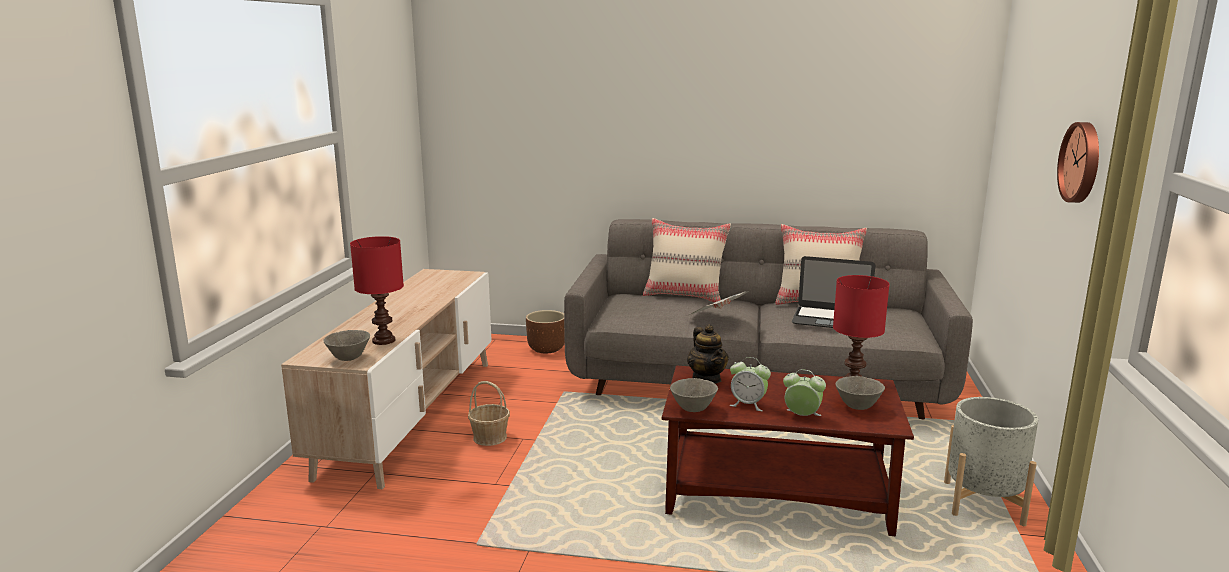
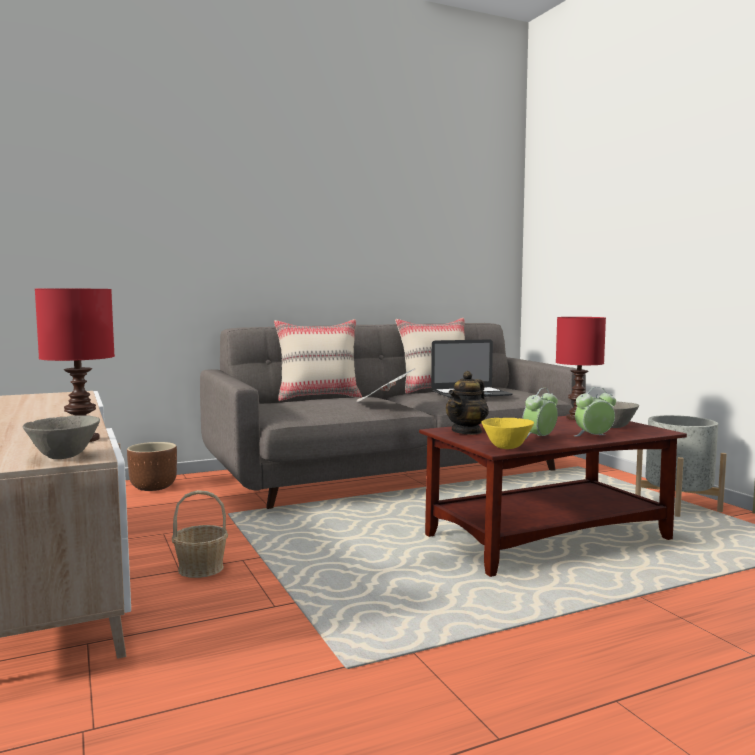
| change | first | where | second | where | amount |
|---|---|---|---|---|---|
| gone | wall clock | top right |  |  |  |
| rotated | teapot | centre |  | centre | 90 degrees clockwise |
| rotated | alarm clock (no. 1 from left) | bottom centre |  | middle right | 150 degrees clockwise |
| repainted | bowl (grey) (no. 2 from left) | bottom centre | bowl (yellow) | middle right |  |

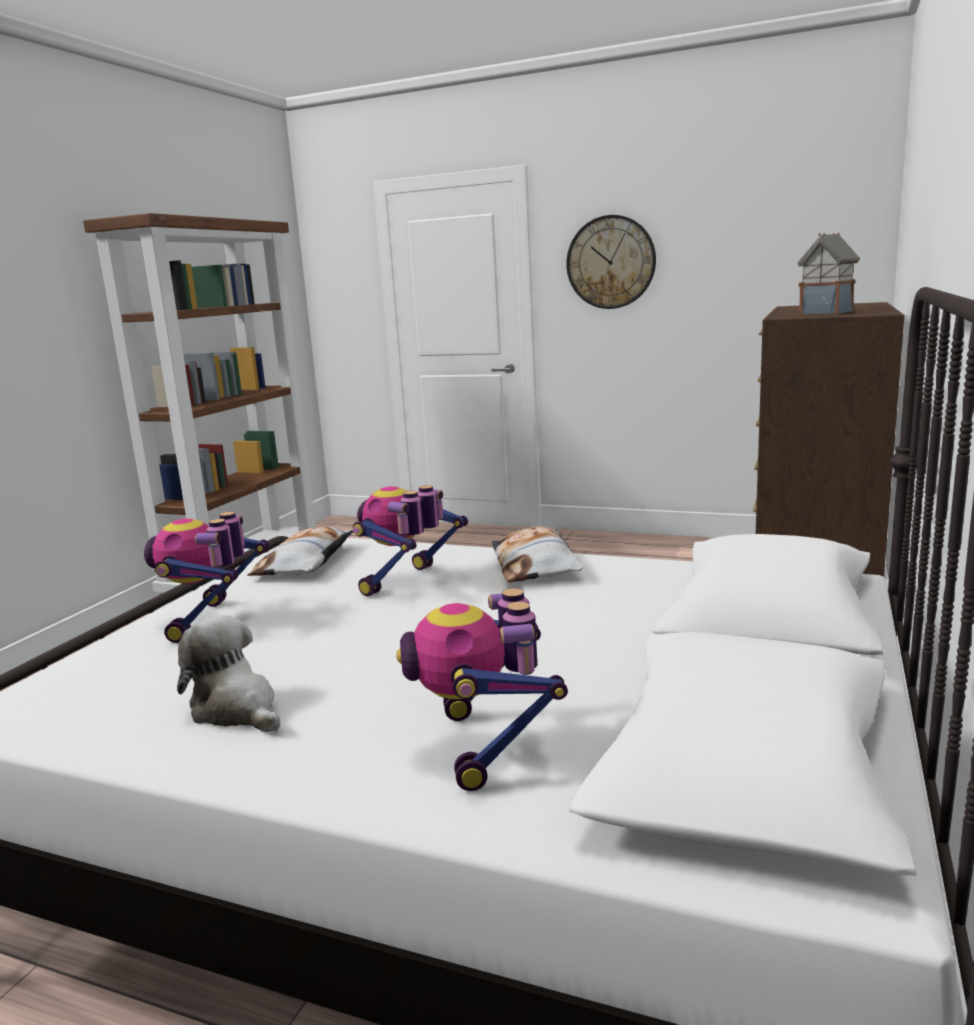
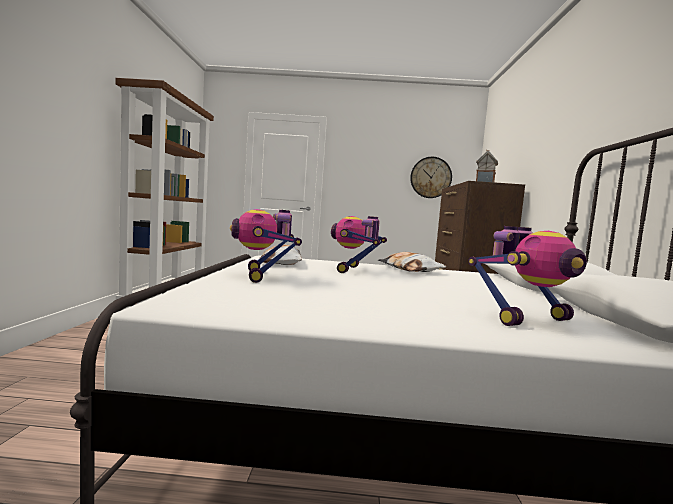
| change | first | where | second | where | amount |
|---|---|---|---|---|---|
| shifted | wall clock | top centre |  | centre |  |
| rotated | toy robot (no. 3 from left) | bottom centre |  | middle right | 90 degrees counterclockwise |
| gone | plush toy | middle left |  |  |  |

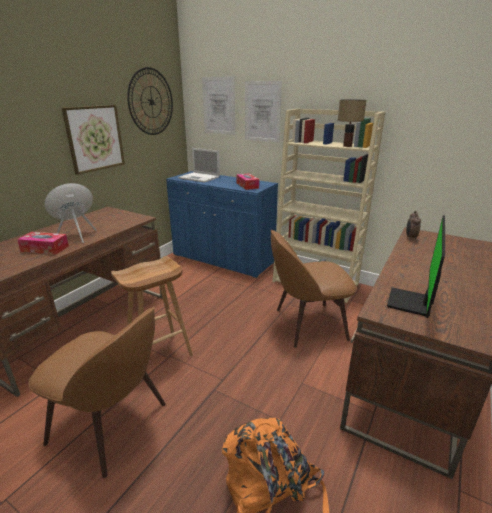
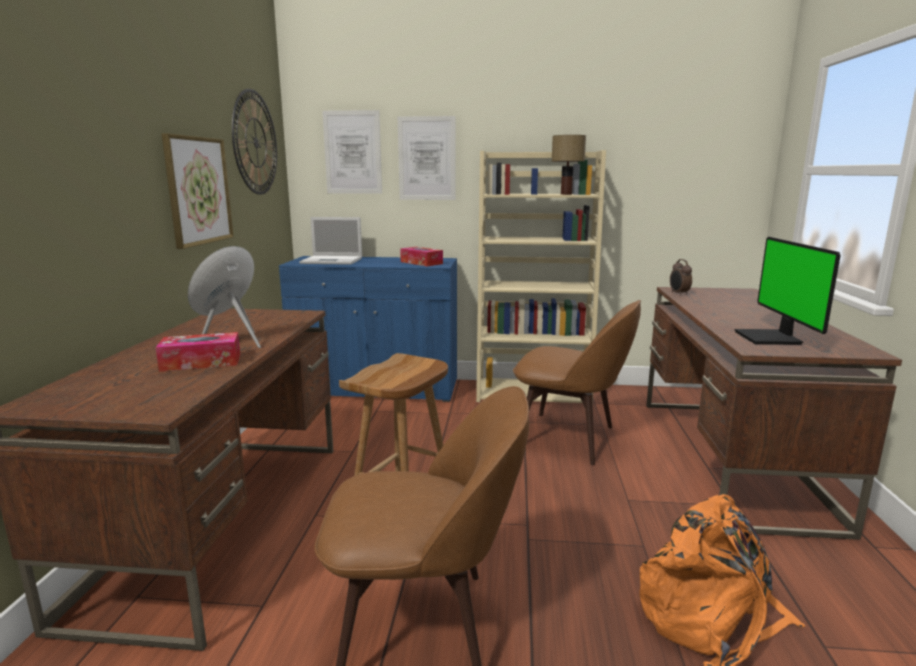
| change | first | where | second | where | amount |
|---|---|---|---|---|---|
| rotated | chair (brown) (no. 2 from left) | centre |  | centre | 120 degrees counterclockwise |

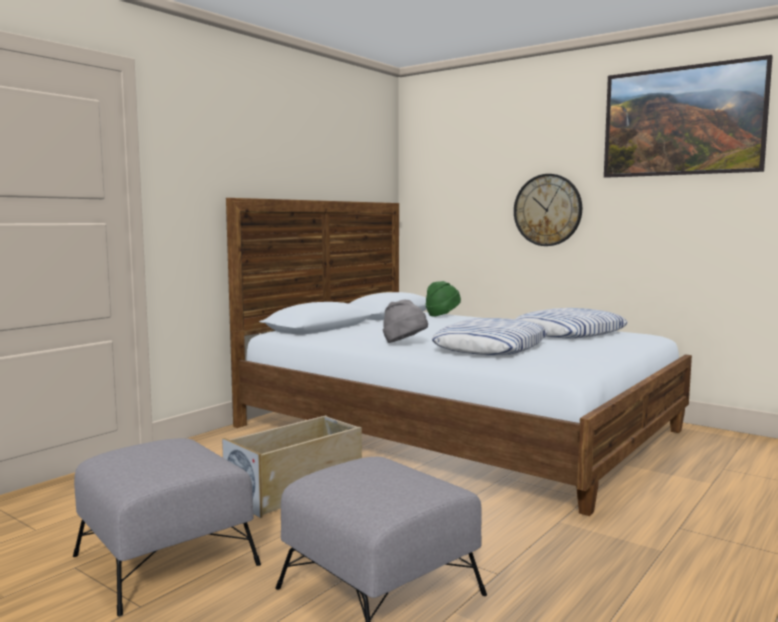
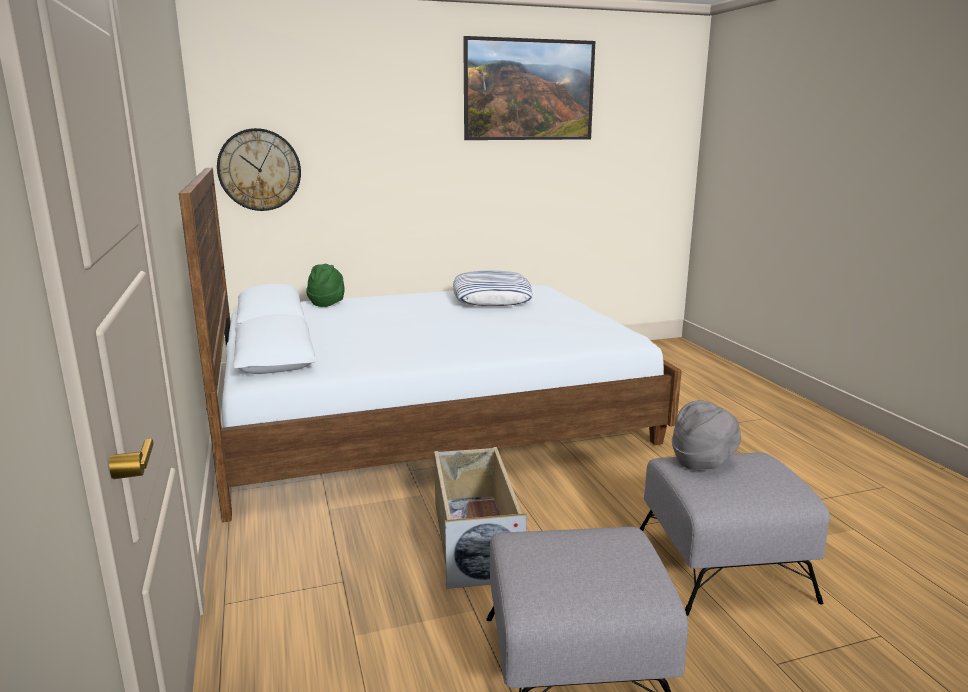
| change | first | where | second | where | amount |
|---|---|---|---|---|---|
| shifted | wall clock | middle right |  | top left |  |
| shifted | hat (grey) | centre |  | middle right |  |
| gone | pillow (no. 1 from left) | centre |  |  |  |

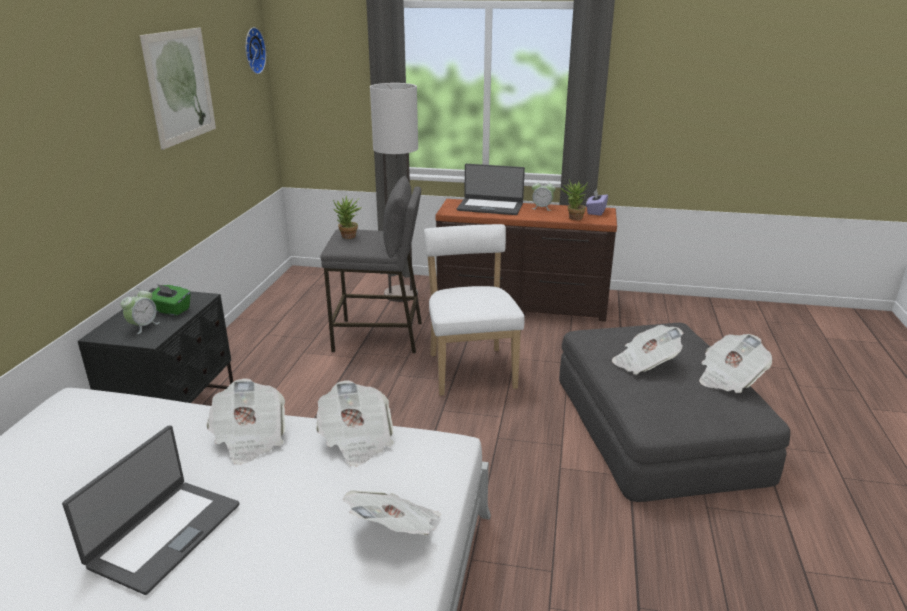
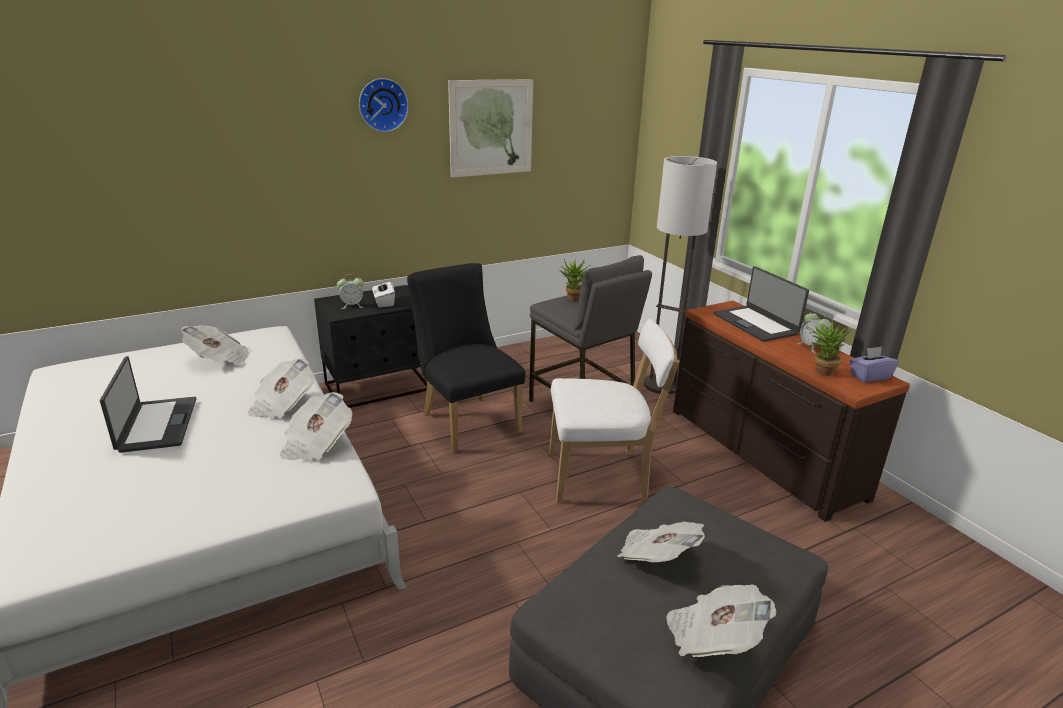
| change | first | where | second | where | amount |
|---|---|---|---|---|---|
| shifted | wall clock | top left |  | top centre |  |
| rotated | chair (white) | centre |  | centre | 45 degrees clockwise |
| repainted | tissue box (green) | middle left | tissue box (white) | centre |  |
| rotated | laptop (no. 1 from left) | bottom left |  | middle left | 90 degrees counterclockwise |
| shifted | newspaper (no. 3 from left in the first image) | bottom centre | newspaper (no. 1 from left) | middle left |  |
| new |  |  | chair (black) | centre |  |

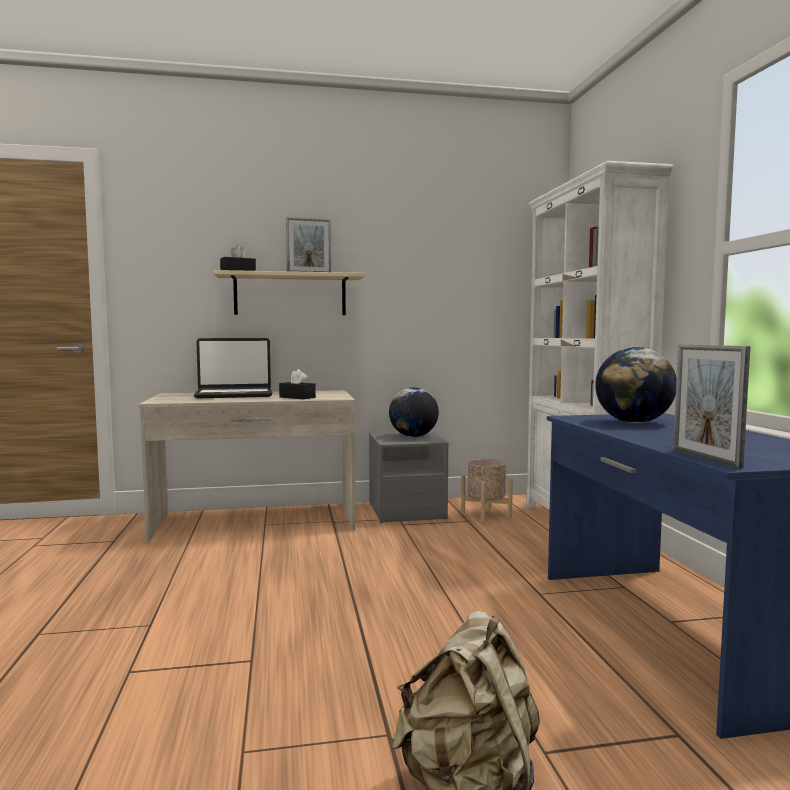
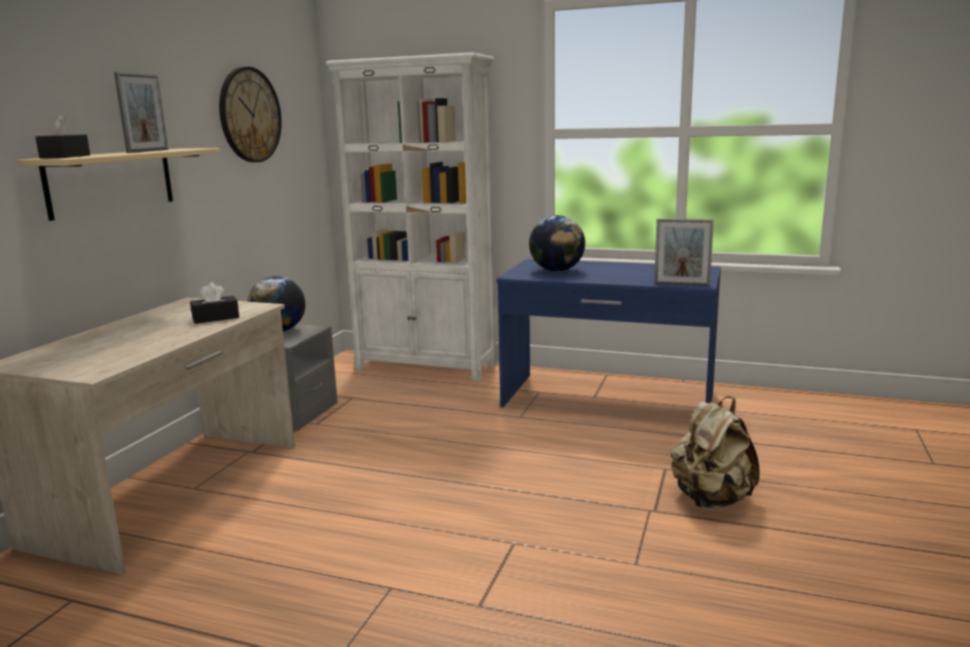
| change | first | where | second | where | amount |
|---|---|---|---|---|---|
| gone | laptop | middle left |  |  |  |
| gone | planter (beige) | centre |  |  |  |
| new |  |  | wall clock | top left |  |

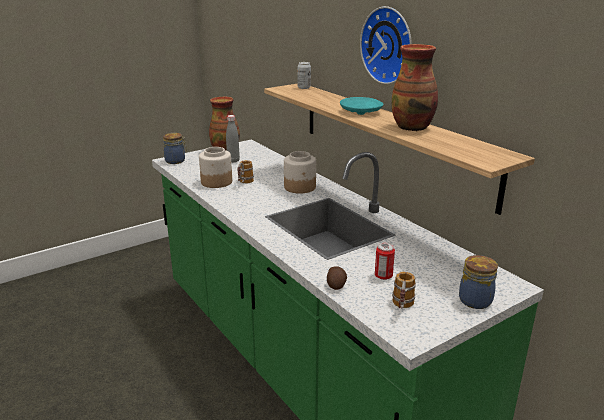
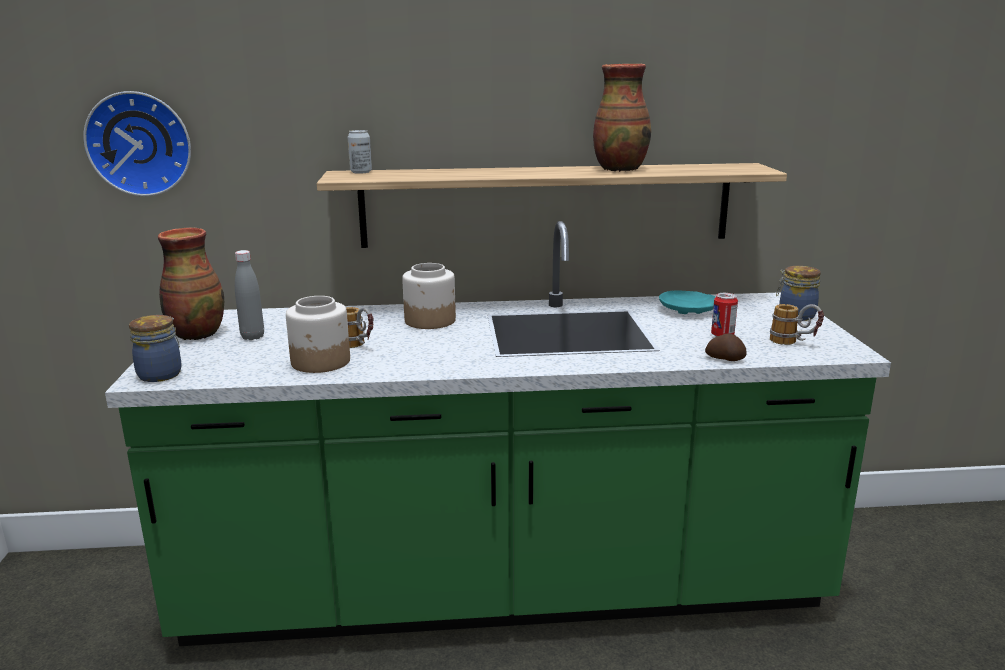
| change | first | where | second | where | amount |
|---|---|---|---|---|---|
| shifted | wall clock | top centre |  | top left |  |
| shifted | plate (turquoise) | top centre |  | middle right |  |

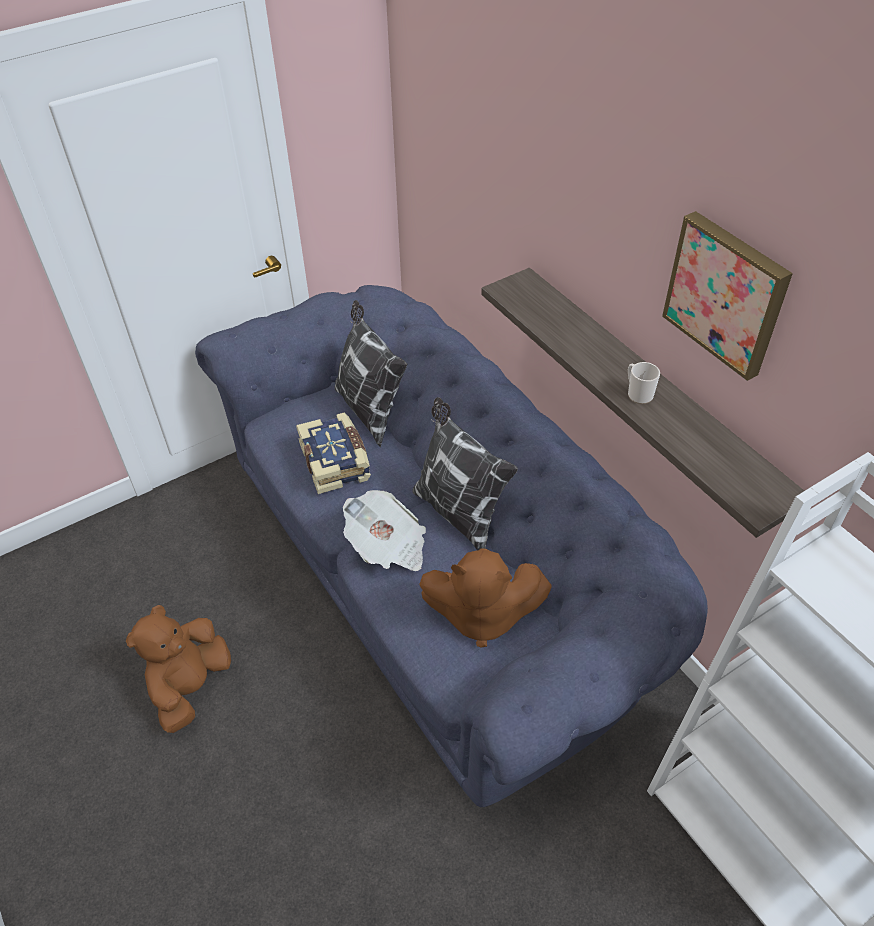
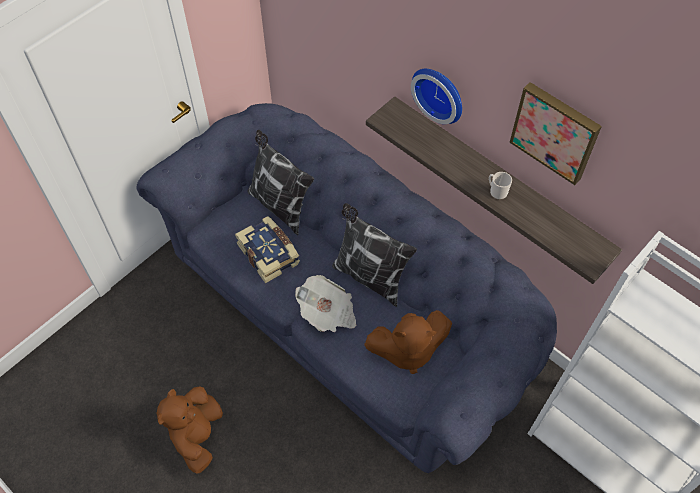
| change | first | where | second | where | amount |
|---|---|---|---|---|---|
| new |  |  | wall clock | top centre |  |

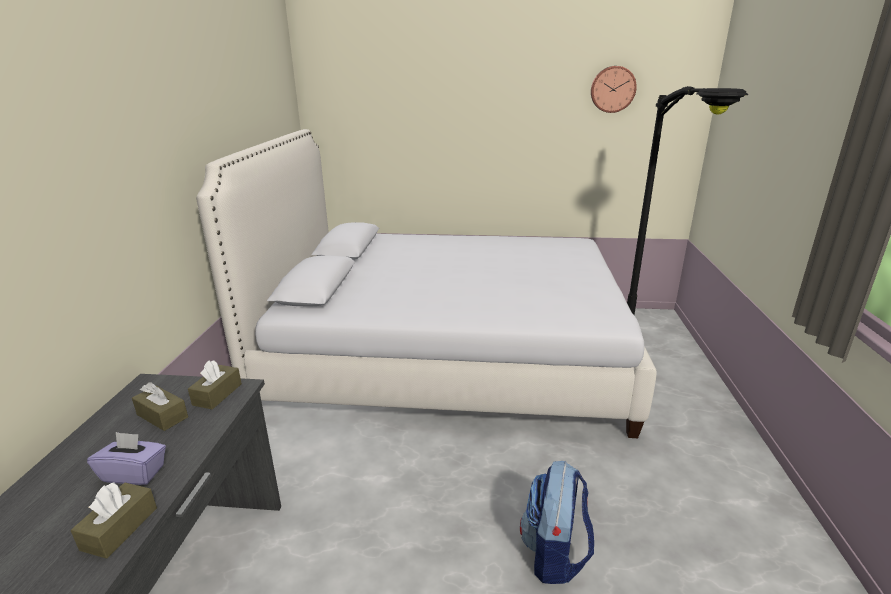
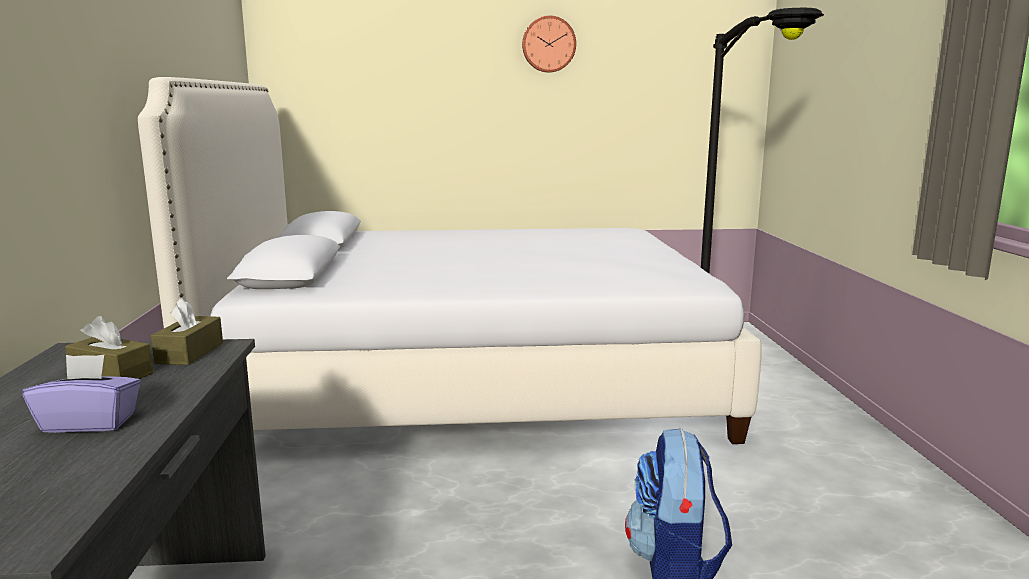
| change | first | where | second | where | amount |
|---|---|---|---|---|---|
| shifted | wall clock | top right |  | top centre |  |
| gone | tissue box (brown) (no. 1 from left) | bottom left |  |  |  |

